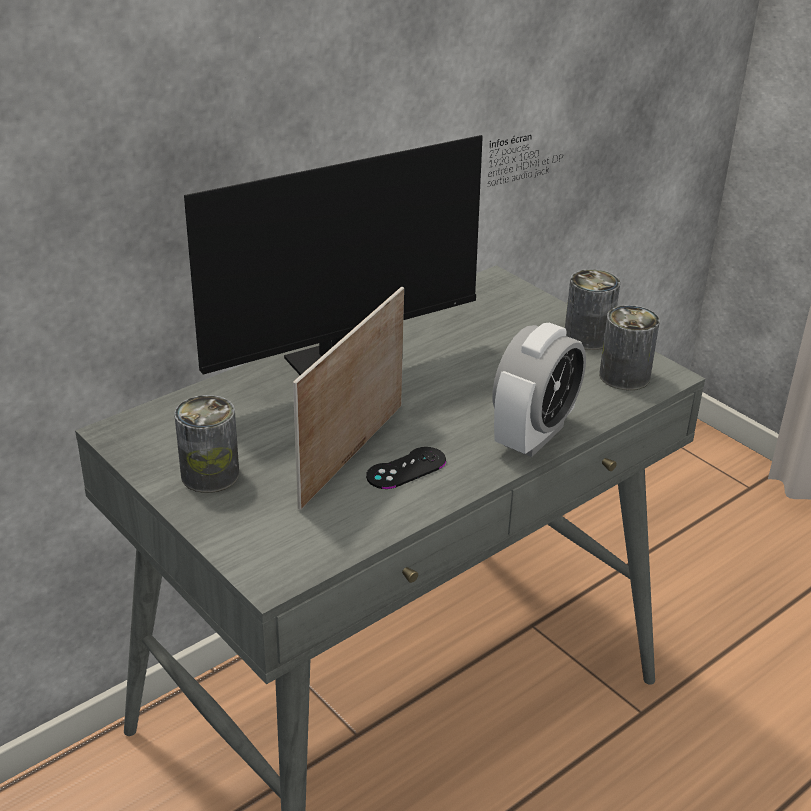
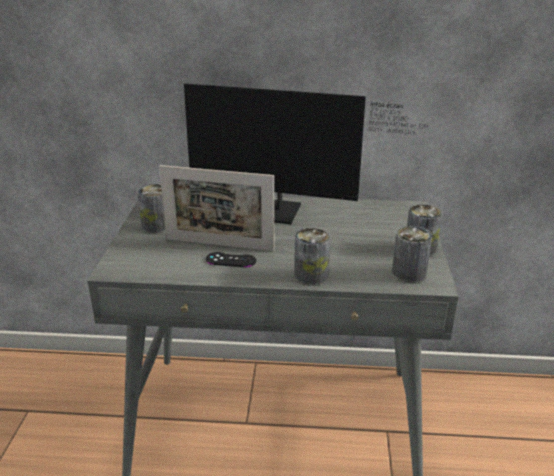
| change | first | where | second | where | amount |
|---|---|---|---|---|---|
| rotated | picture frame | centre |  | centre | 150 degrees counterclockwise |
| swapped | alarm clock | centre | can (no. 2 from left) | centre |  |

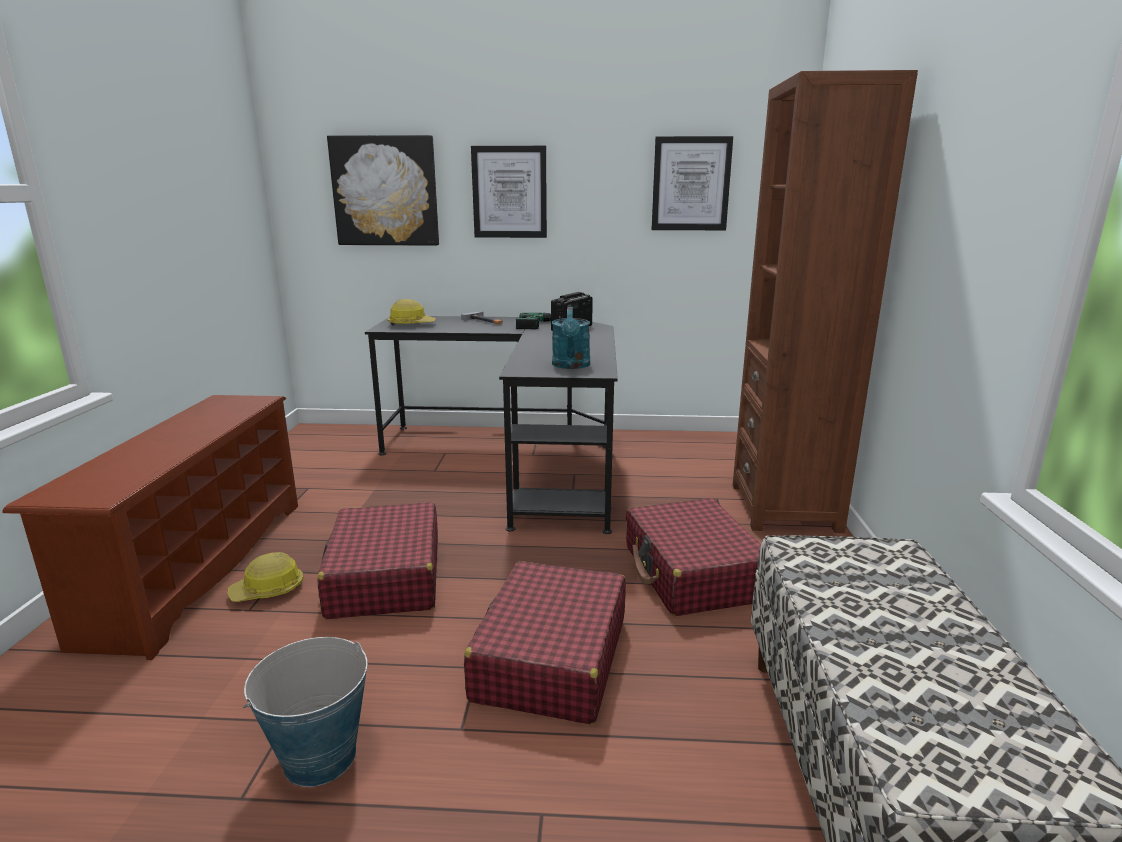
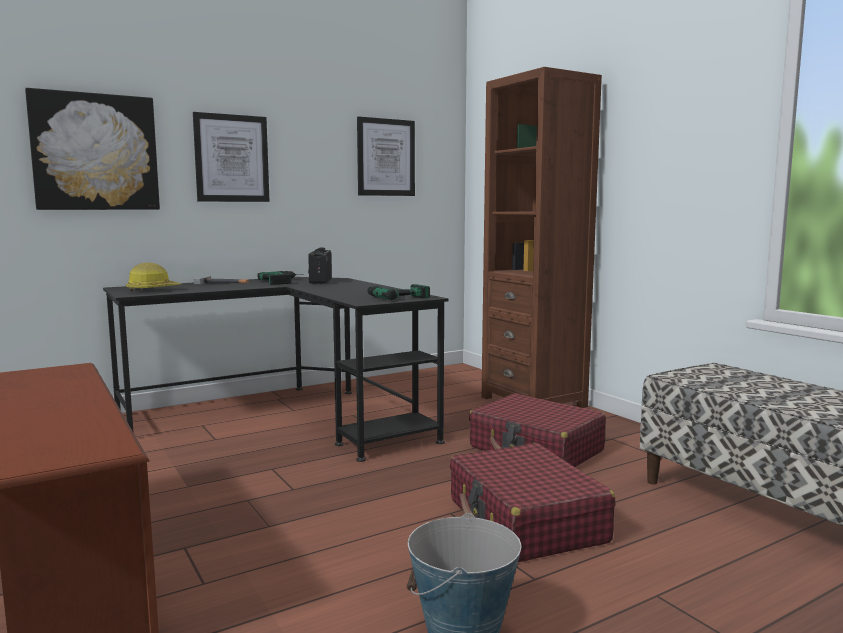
| change | first | where | second | where | amount |
|---|---|---|---|---|---|
| swapped | watering can (turquoise) | centre | power drill (no. 2 from left) | centre |  |
| gone | suitcase (red) (no. 1 from left) | centre |  |  |  |
| gone | hard hat (no. 1 from left) | bottom left |  |  |  |

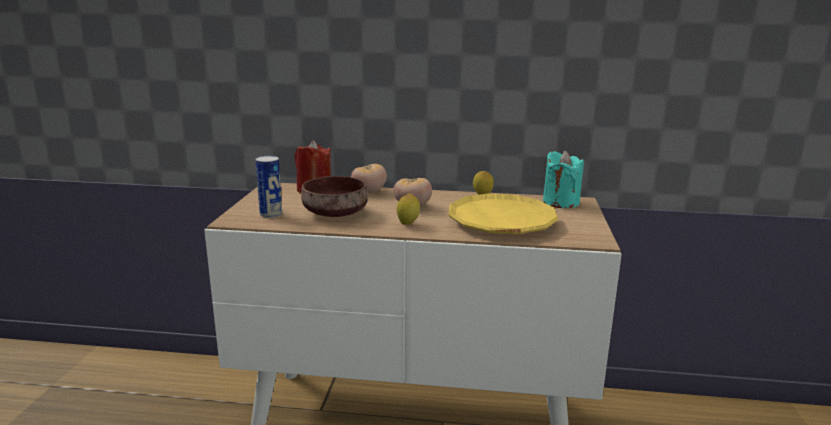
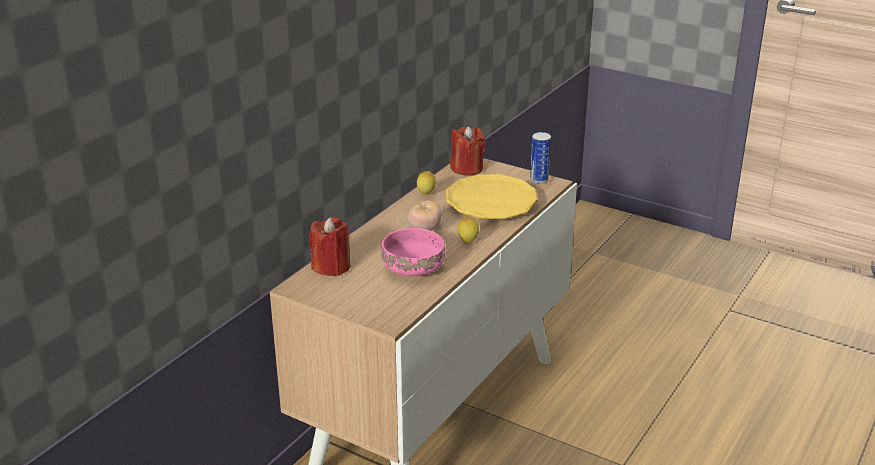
| change | first | where | second | where | amount |
|---|---|---|---|---|---|
| repainted | candle (turquoise) | middle right | candle (red) (no. 2 from left) | top centre |  |
| shifted | can | middle left |  | centre |  |
| gone | tomato (no. 1 from left) | centre |  |  |  |
| repainted | bowl (brown) | centre | bowl (pink) | centre |  |

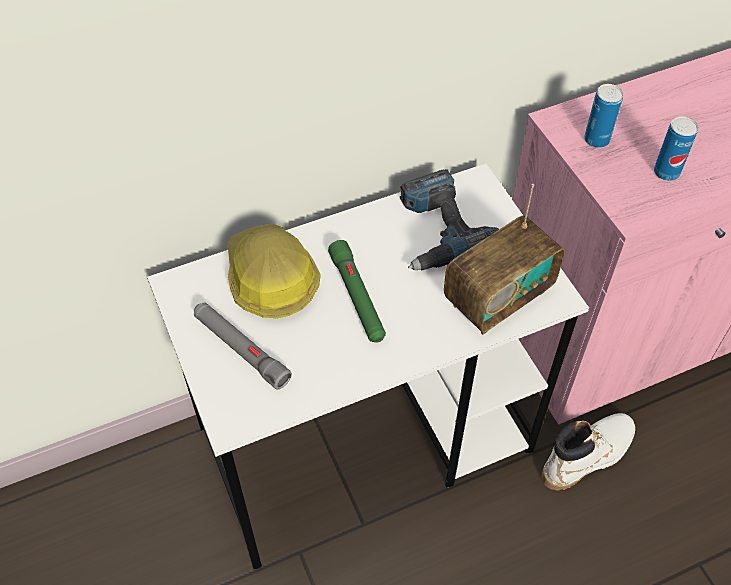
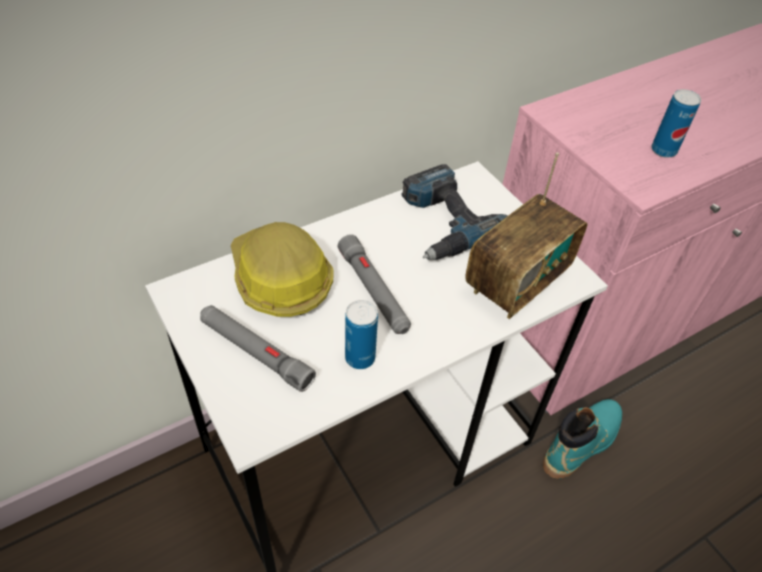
| change | first | where | second | where | amount |
|---|---|---|---|---|---|
| shifted | can (no. 1 from left) | top right |  | centre |  |
| repainted | flashlight (green) | centre | flashlight (grey) (no. 2 from left) | centre |  |
| repainted | boot (white) | bottom right | boot (turquoise) | bottom right |  |

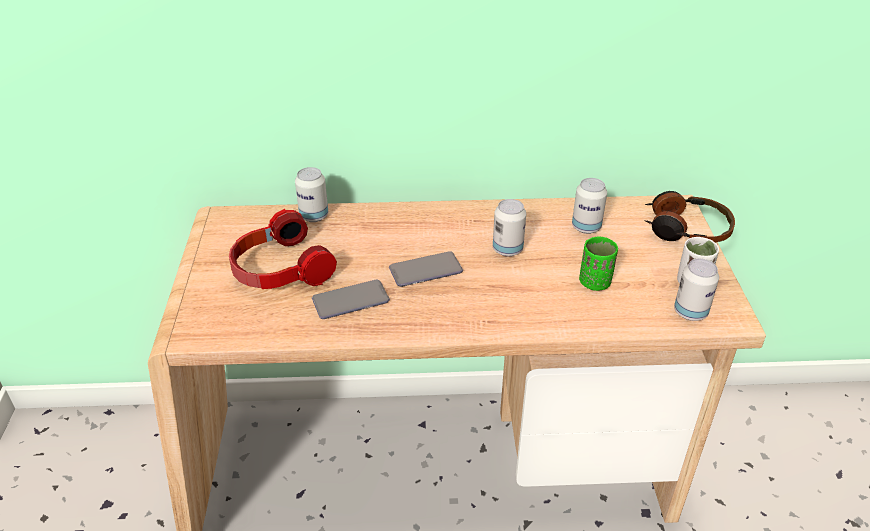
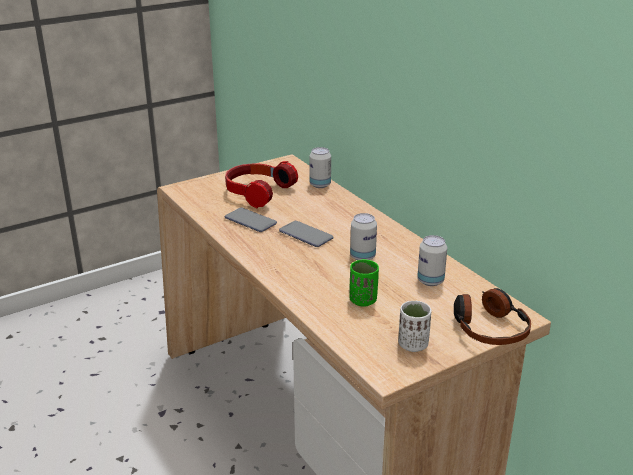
| change | first | where | second | where | amount |
|---|---|---|---|---|---|
| gone | can (no. 4 from left) | middle right |  |  |  |

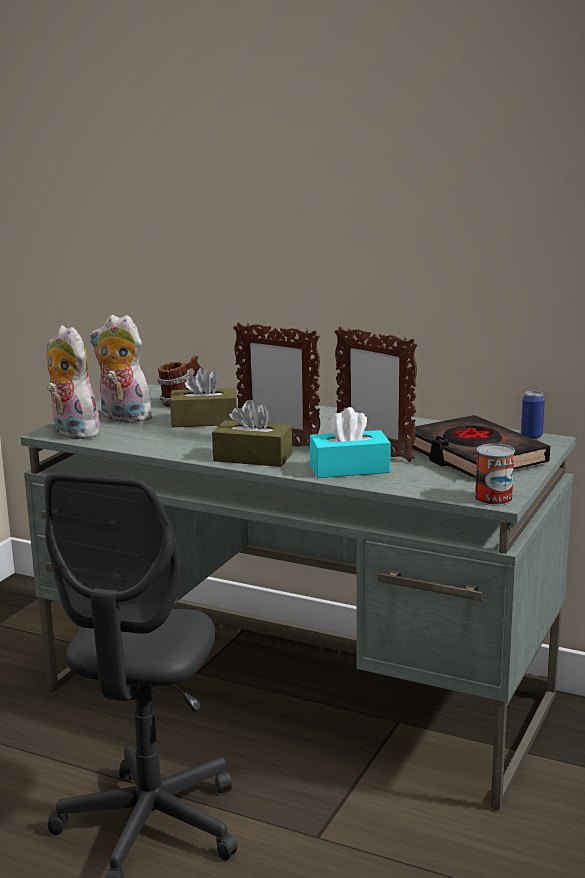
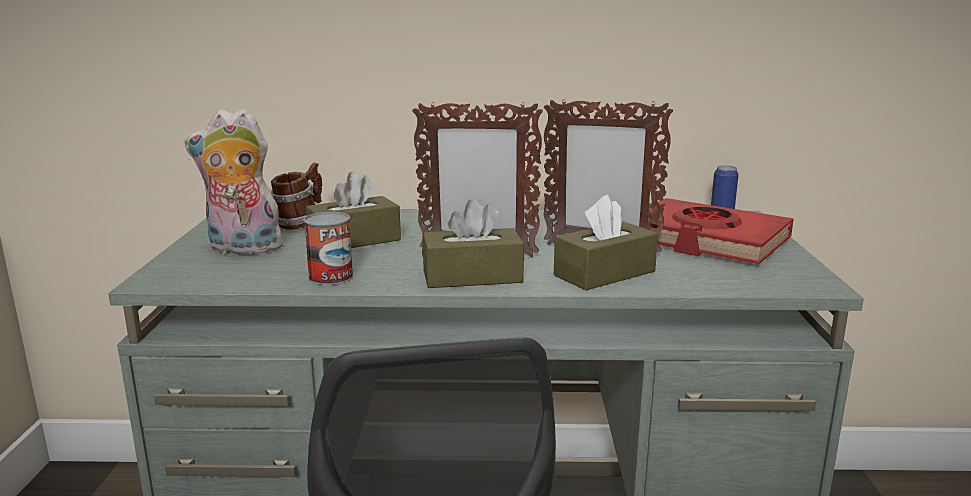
| change | first | where | second | where | amount |
|---|---|---|---|---|---|
| gone | plush toy (no. 1 from left) | middle left |  |  |  |
| repainted | tissue box (turquoise) | centre | tissue box (brown) (no. 3 from left) | centre |  |
| repainted | book (black) | middle right | book (red) | middle right |  |
| shifted | can (no. 1 from left) | middle right |  | centre |  |

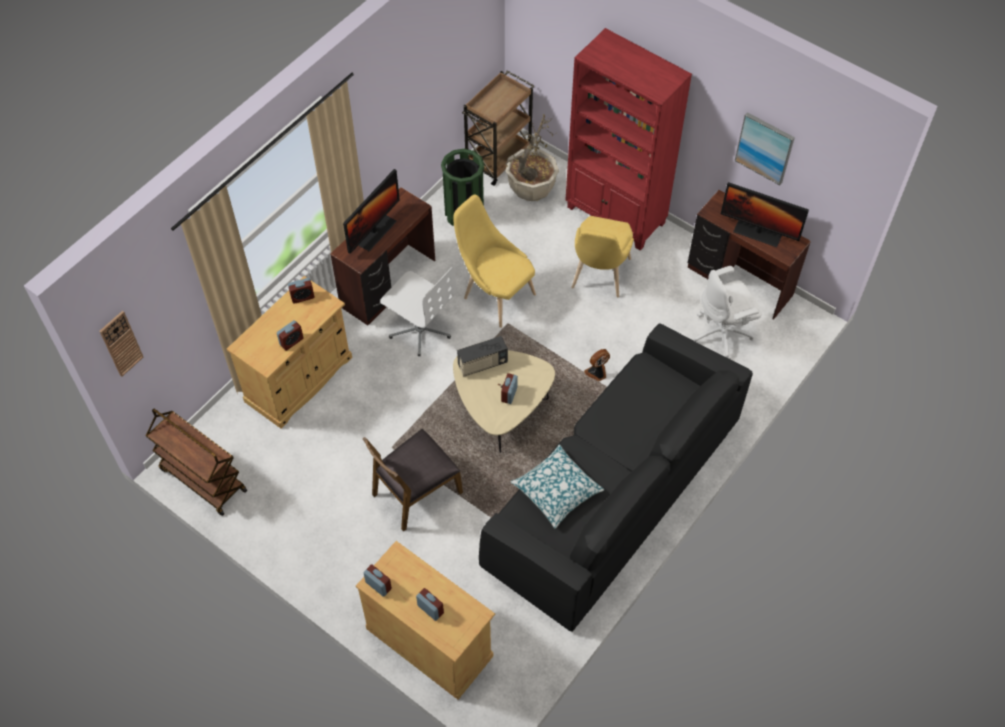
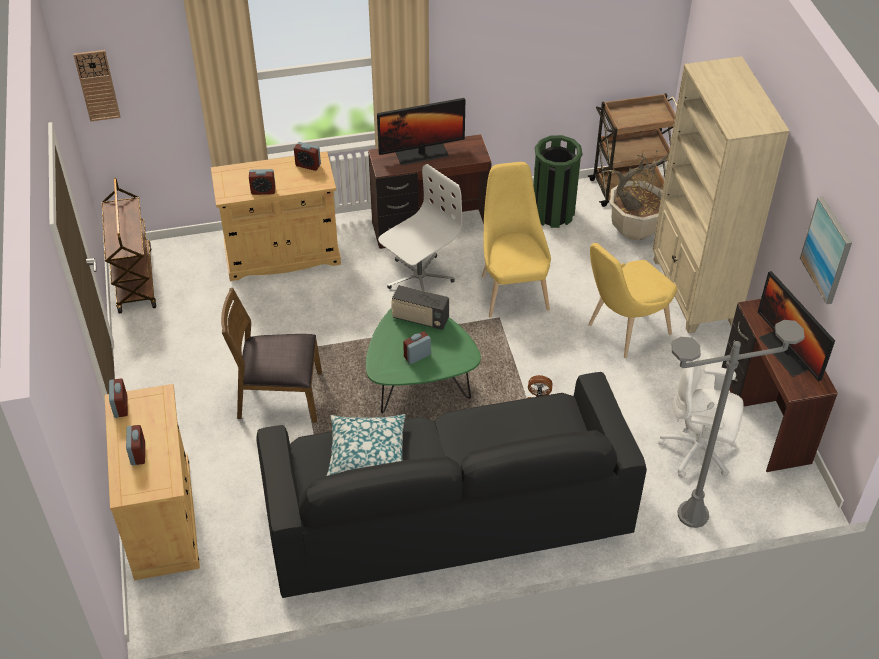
| change | first | where | second | where | amount |
|---|---|---|---|---|---|
| repainted | bookcase (red) | top centre | bookcase (beige) | top right |  |
| rotated | office chair (white) (no. 1 from left) | centre |  | centre | 120 degrees counterclockwise |
| repainted | coffee table (beige) | centre | coffee table (green) | centre |  |
| new |  |  | floor lamp (grey) | middle right |  |

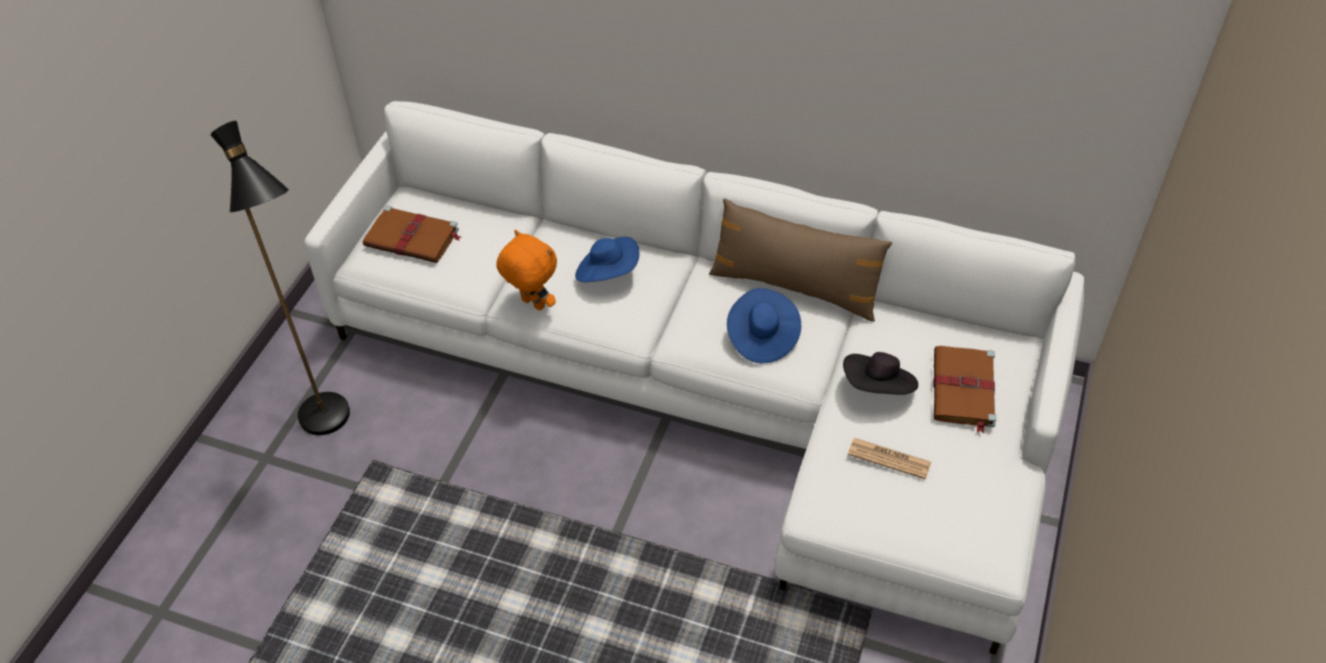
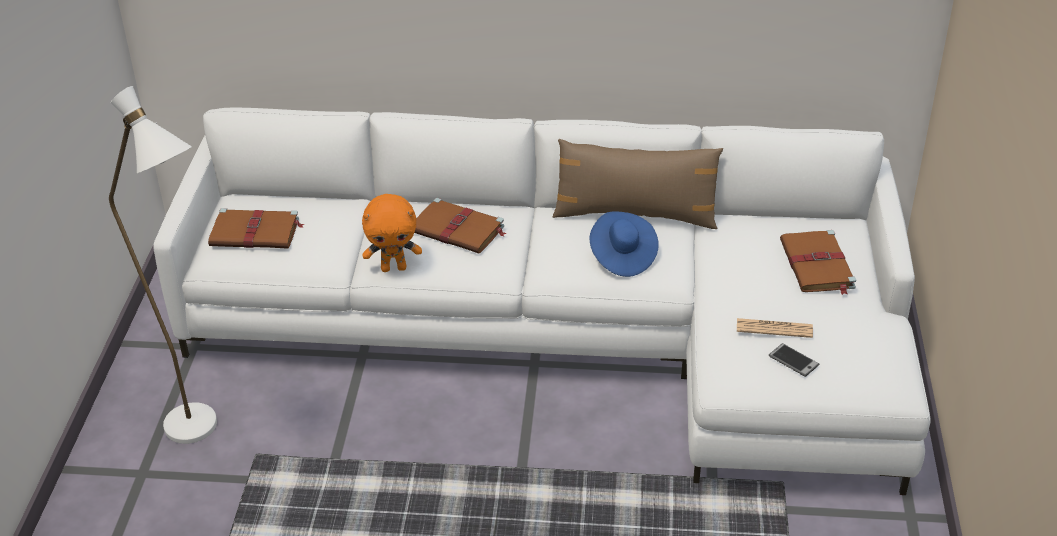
| change | first | where | second | where | amount |
|---|---|---|---|---|---|
| repainted | floor lamp (black) | middle left | floor lamp (white) | middle left |  |
| rotated | plush toy (orange) | centre |  | centre | 150 degrees clockwise |
| swapped | hat (blue) (no. 1 from left) | centre | book (brown) (no. 2 from left) | centre |  |
| gone | hat (black) | centre |  |  |  |
| new |  |  | phone | bottom right |  |

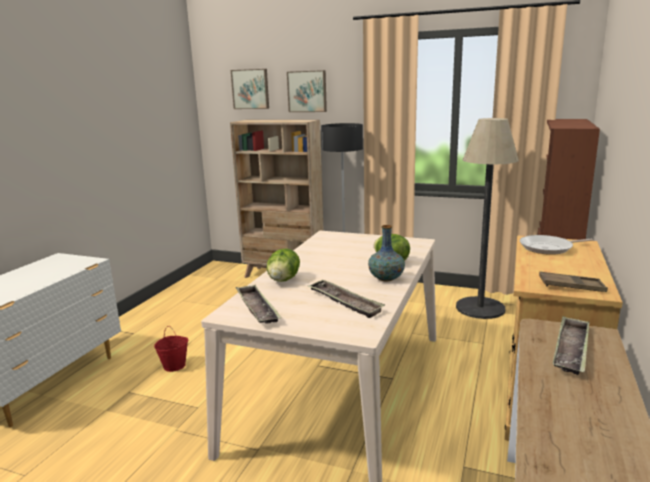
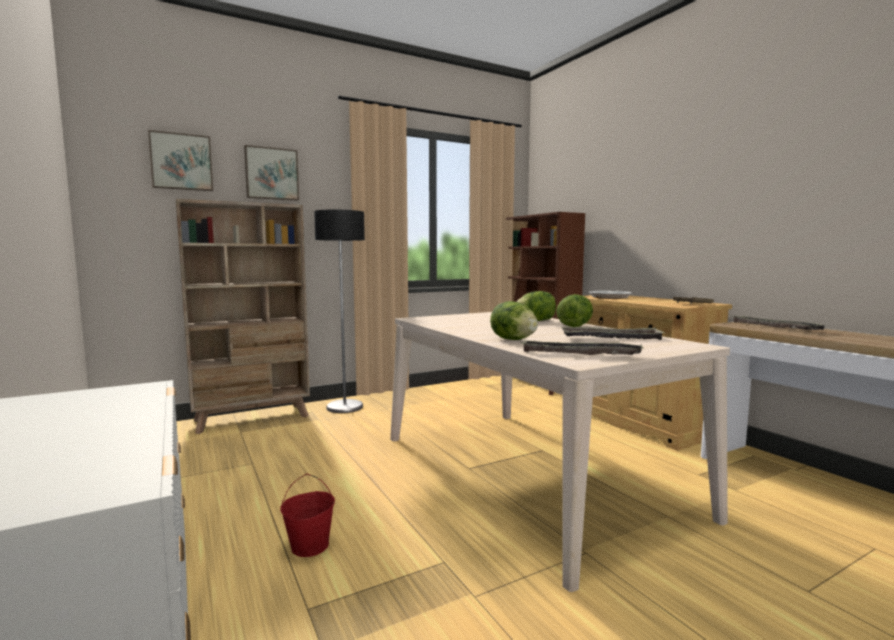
| change | first | where | second | where | amount |
|---|---|---|---|---|---|
| gone | floor lamp (no. 2 from left) | middle right |  |  |  |
| swapped | vase | centre | lettuce (no. 3 from left) | centre |  |

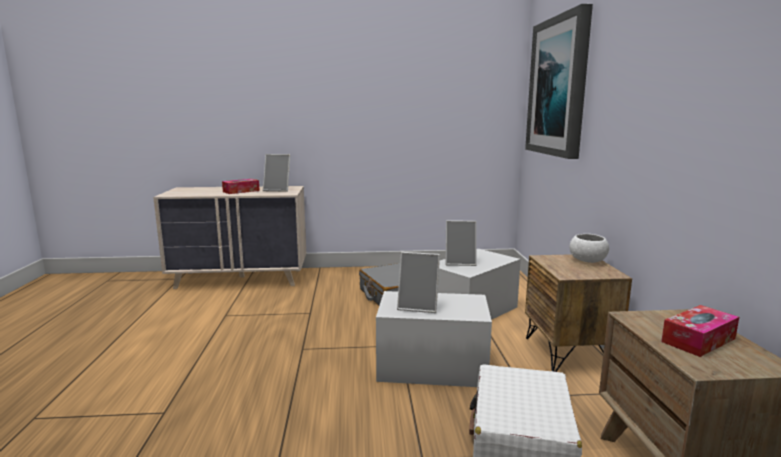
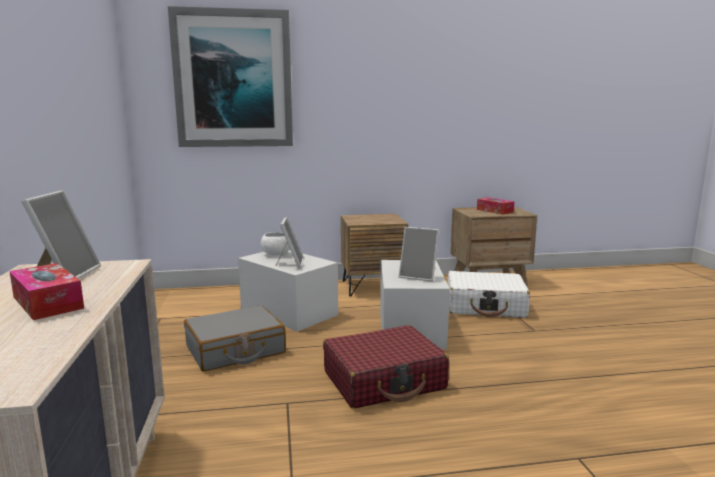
| change | first | where | second | where | amount |
|---|---|---|---|---|---|
| shifted | bowl (white) | middle right |  | centre |  |
| rotated | picture frame (no. 2 from left in the first image) | centre | picture frame (no. 3 from left) | centre | 105 degrees clockwise |
| new |  |  | suitcase (red) | bottom centre |  |

